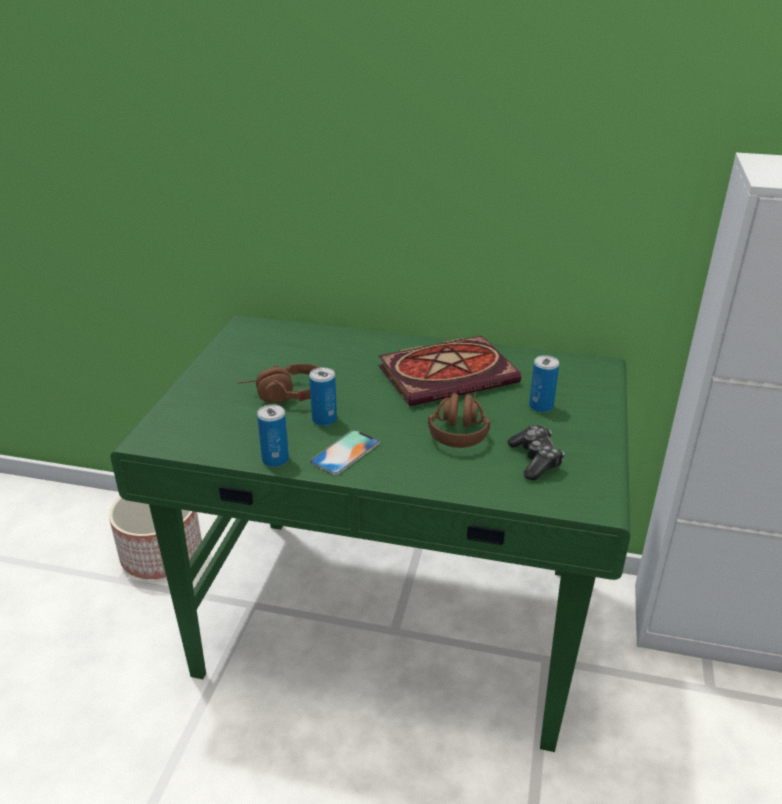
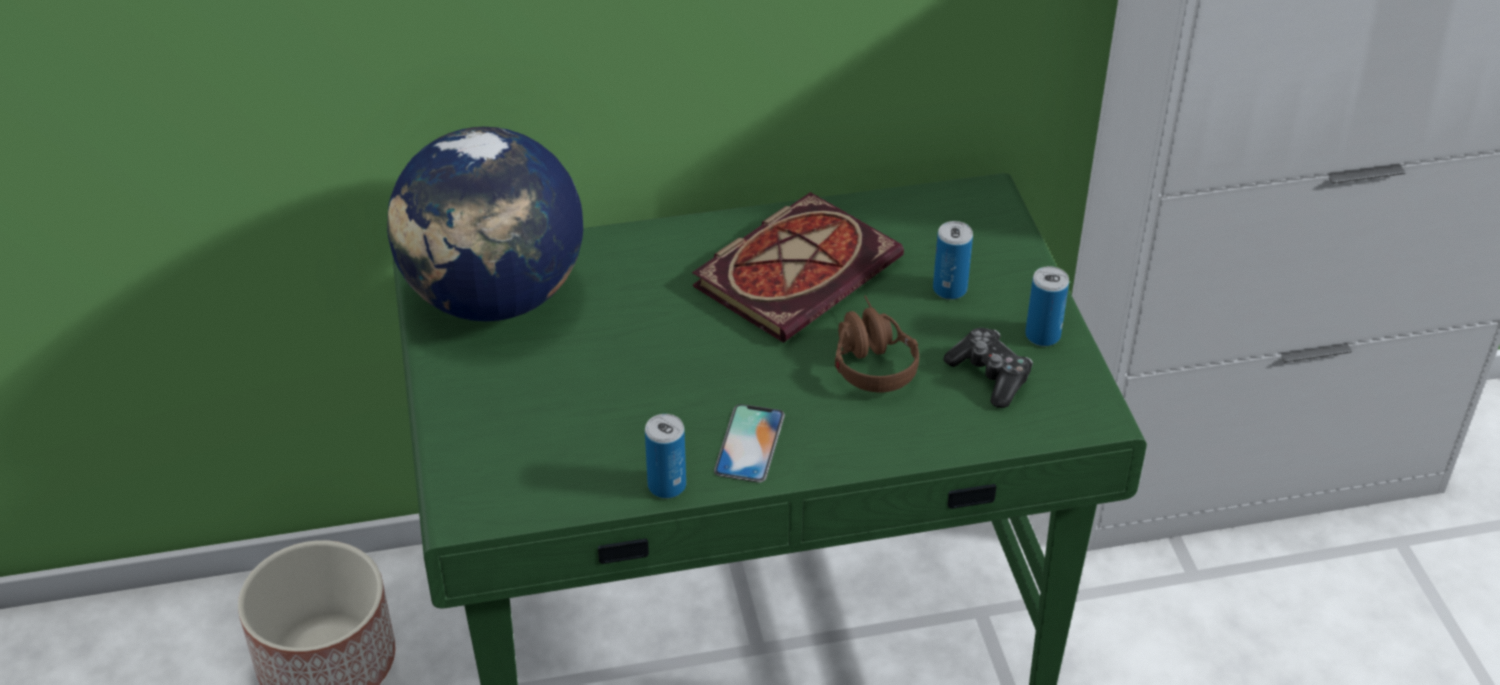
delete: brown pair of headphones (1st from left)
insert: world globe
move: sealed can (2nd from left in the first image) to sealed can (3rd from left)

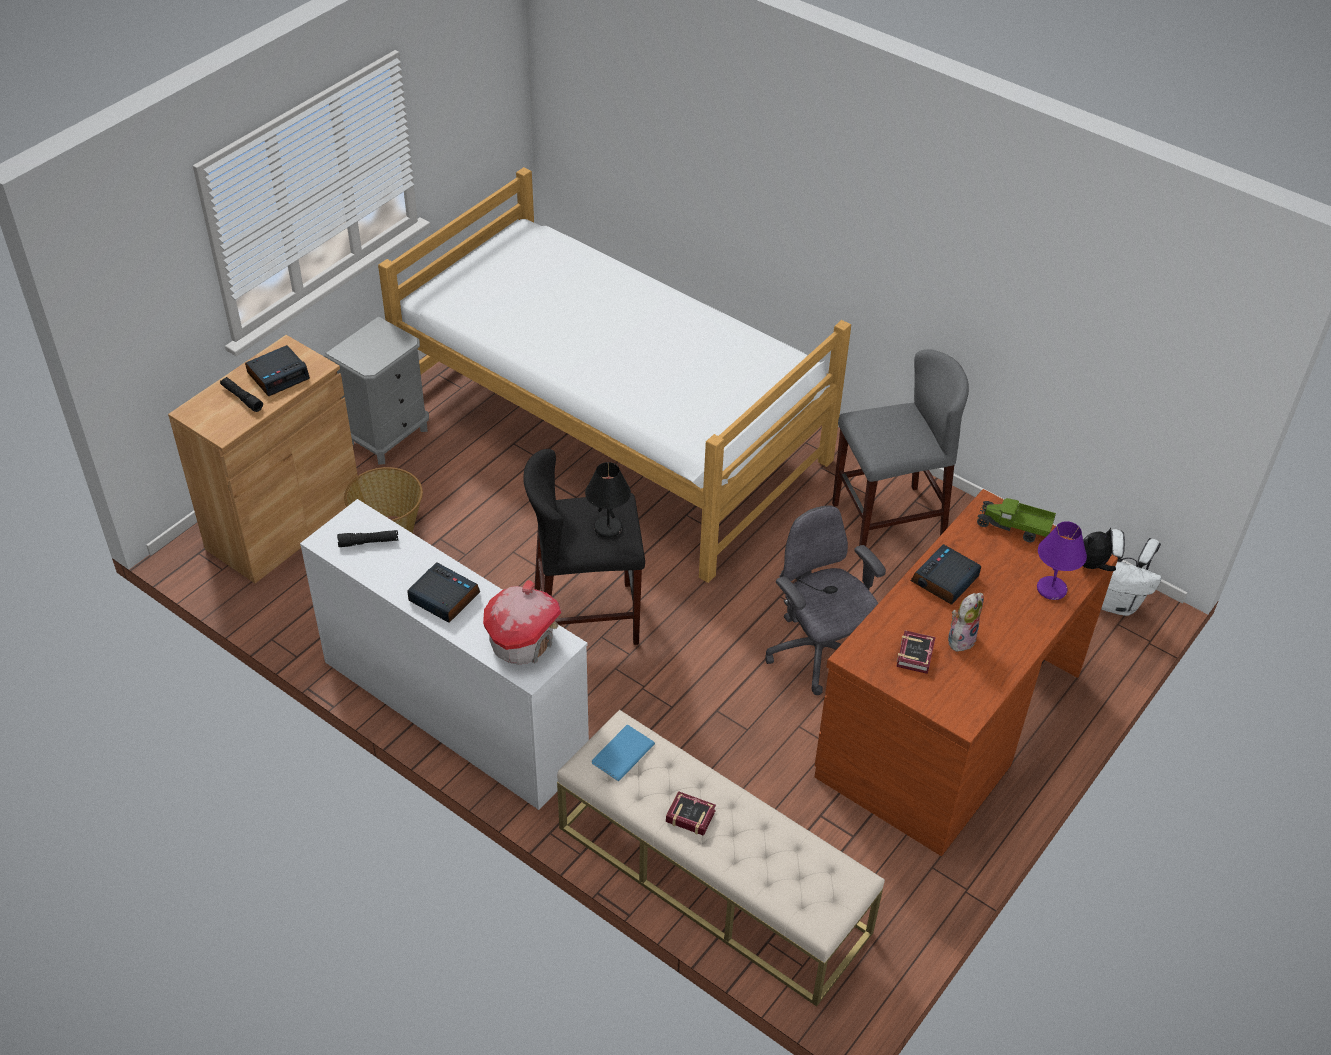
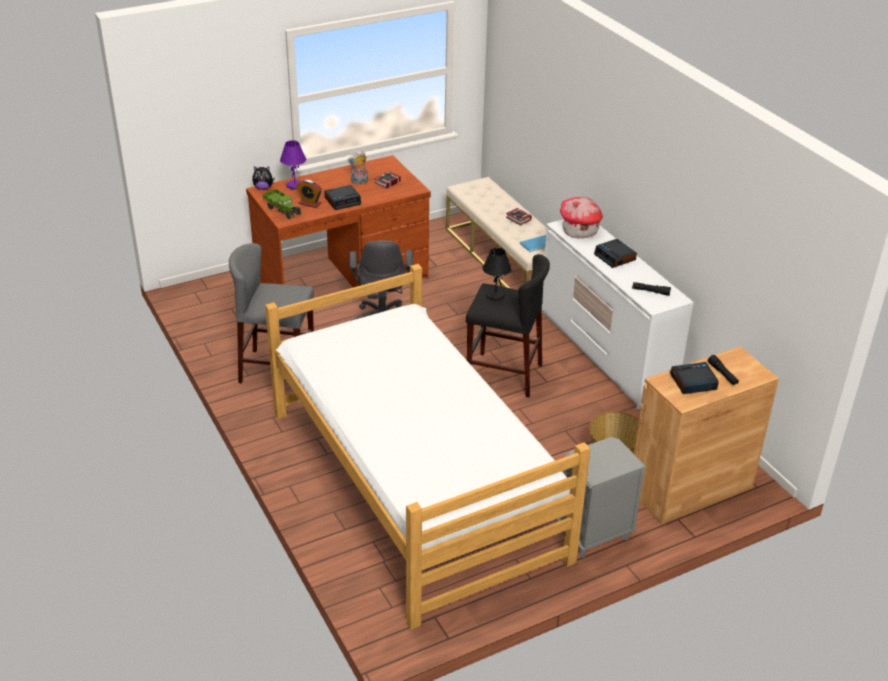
delete: whitish rucksack
insert: table clock (1st from left)

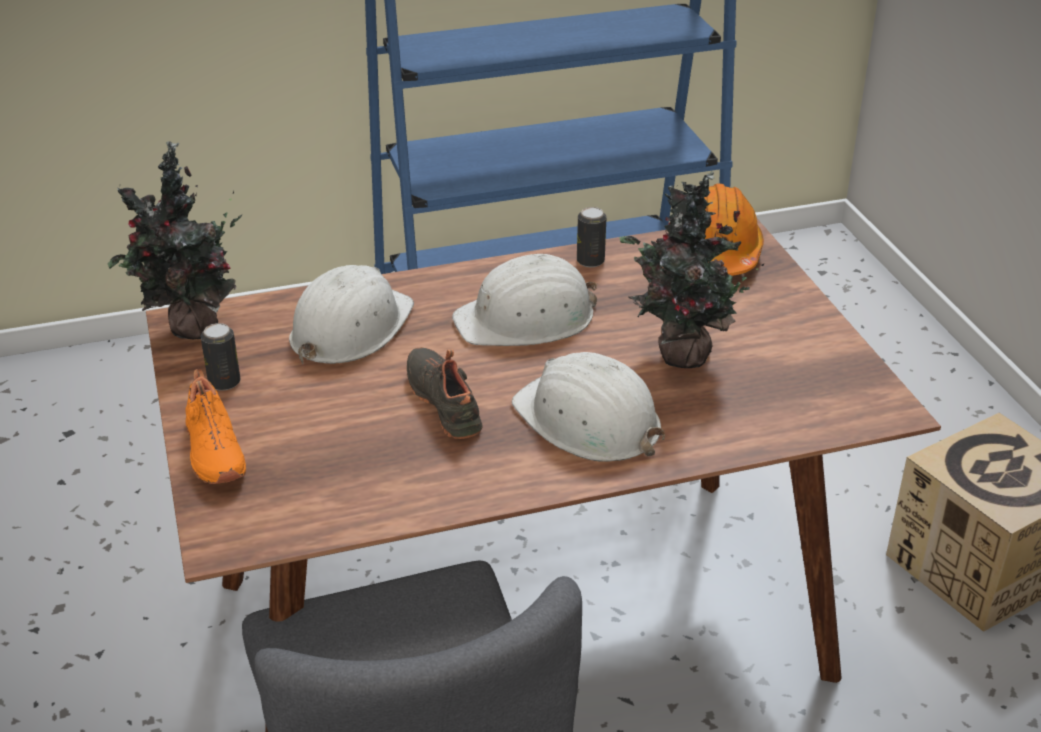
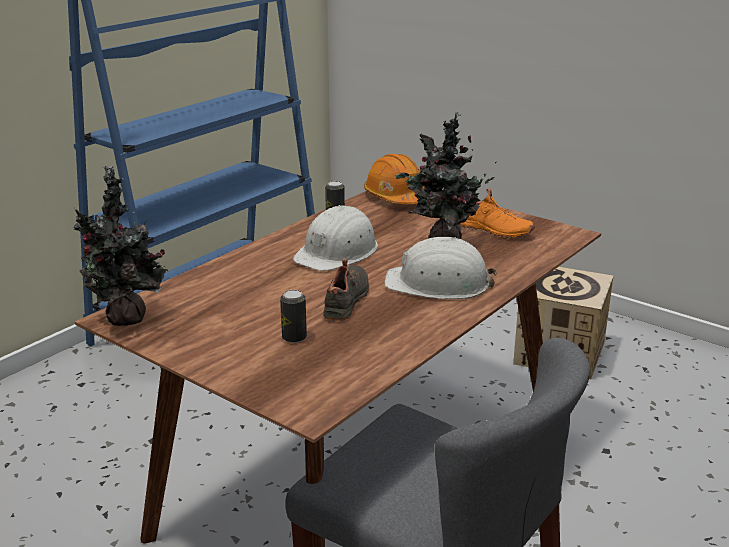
delete: whitish safety helmet (1st from left)
move: orangey item of footwear; sealed can (1st from left)
rotate: black-coloured item of footwear 75 degrees clockwise

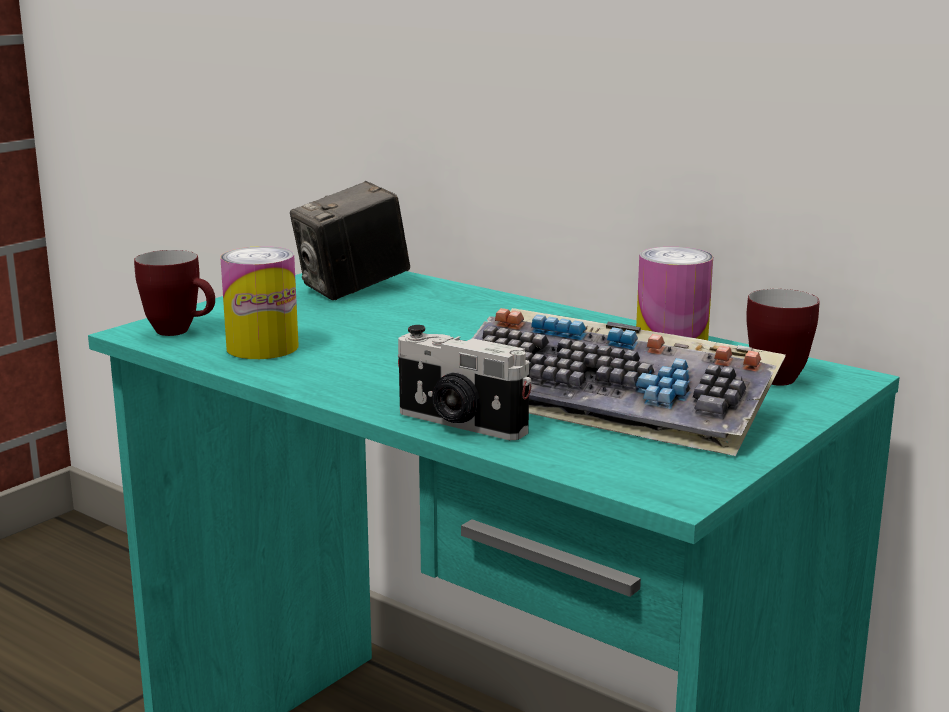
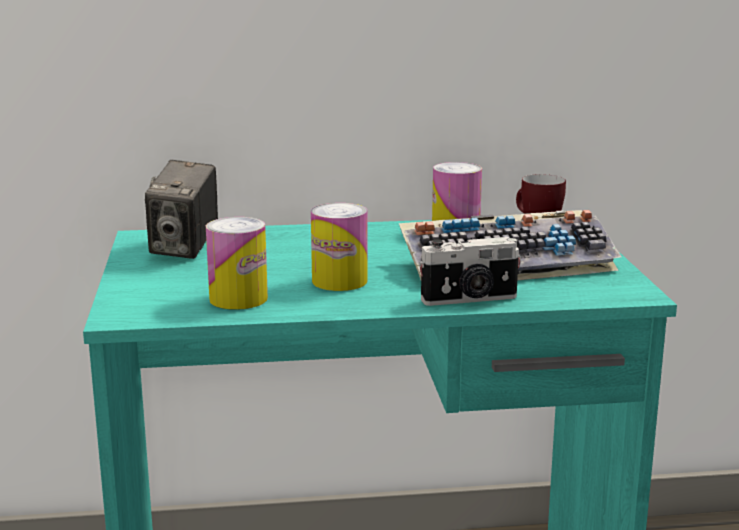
delete: mug (1st from left)
insert: sealed can (2nd from left)

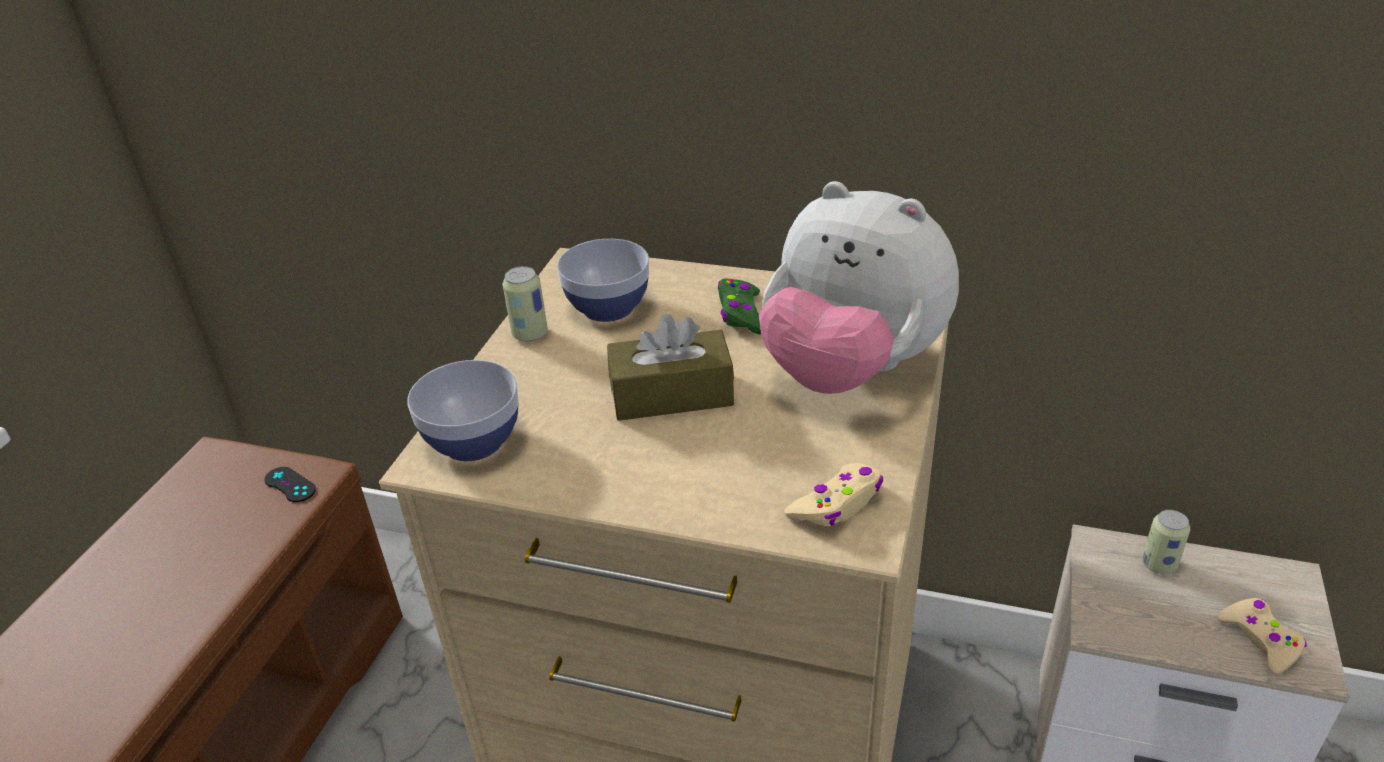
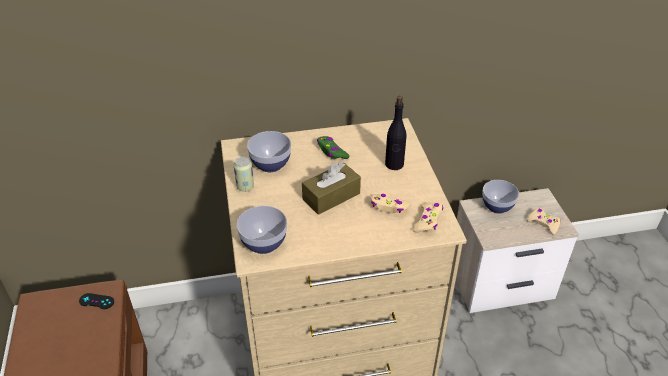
insert: sand-coloured game controller (1st from left)
replace: cuddly toy to black-coloured bottle; sealed can (2nd from left) to deep dish (3rd from left)

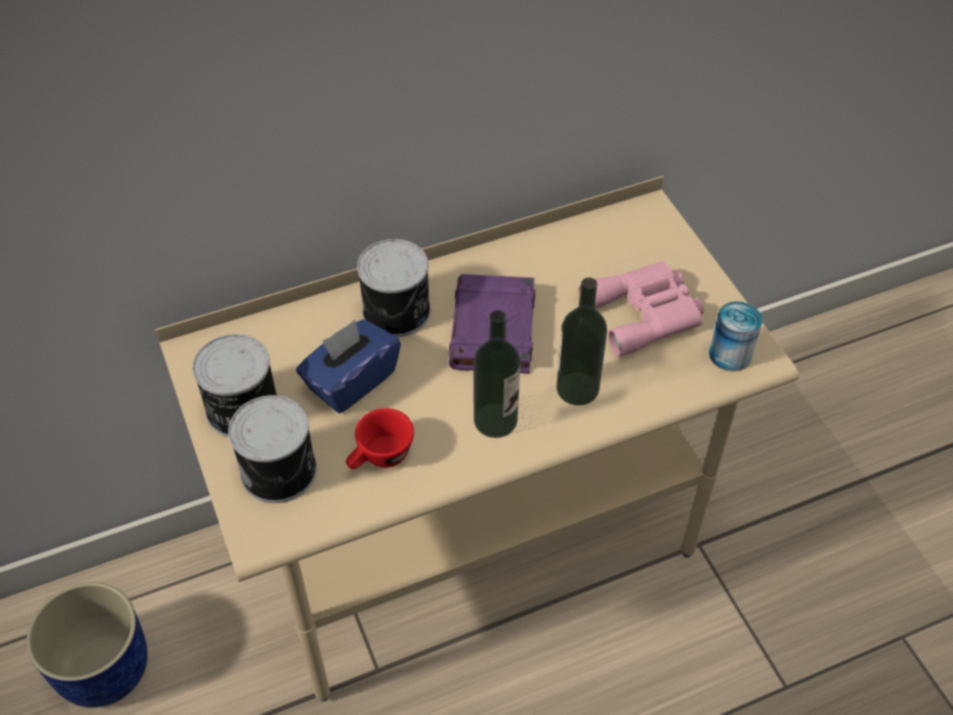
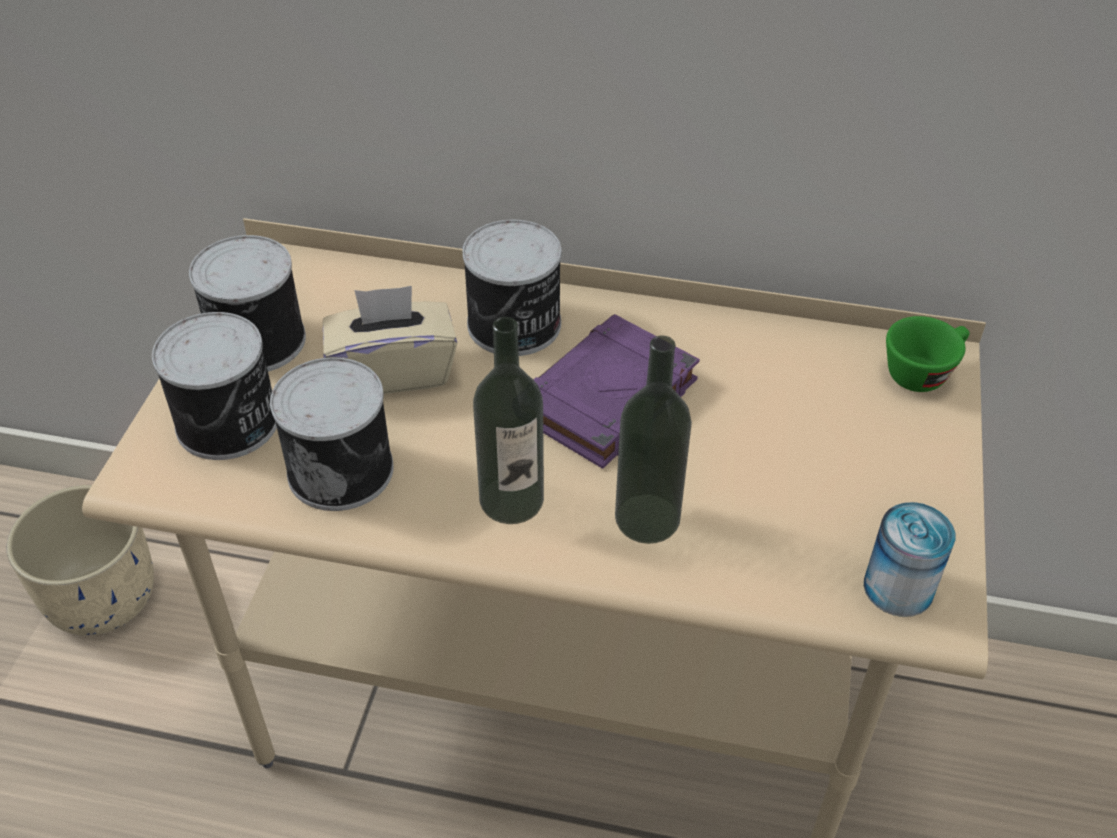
delete: pink-coloured field glasses
insert: greenish small cup
replace: red-coloured small cup to sealed can (3rd from left)
recolor: blue-coloured plant pot to sand-coloured plant pot; blue-coloured tissue holder to sand-coloured tissue holder

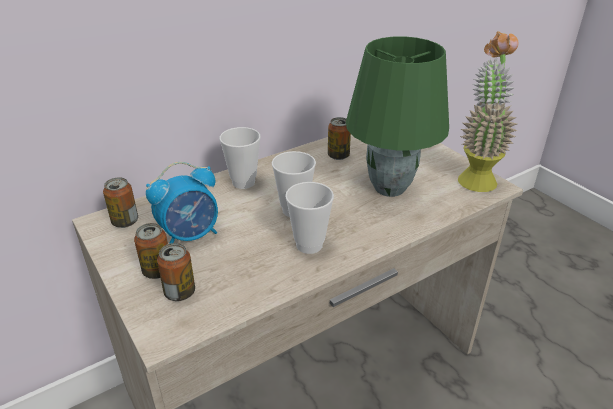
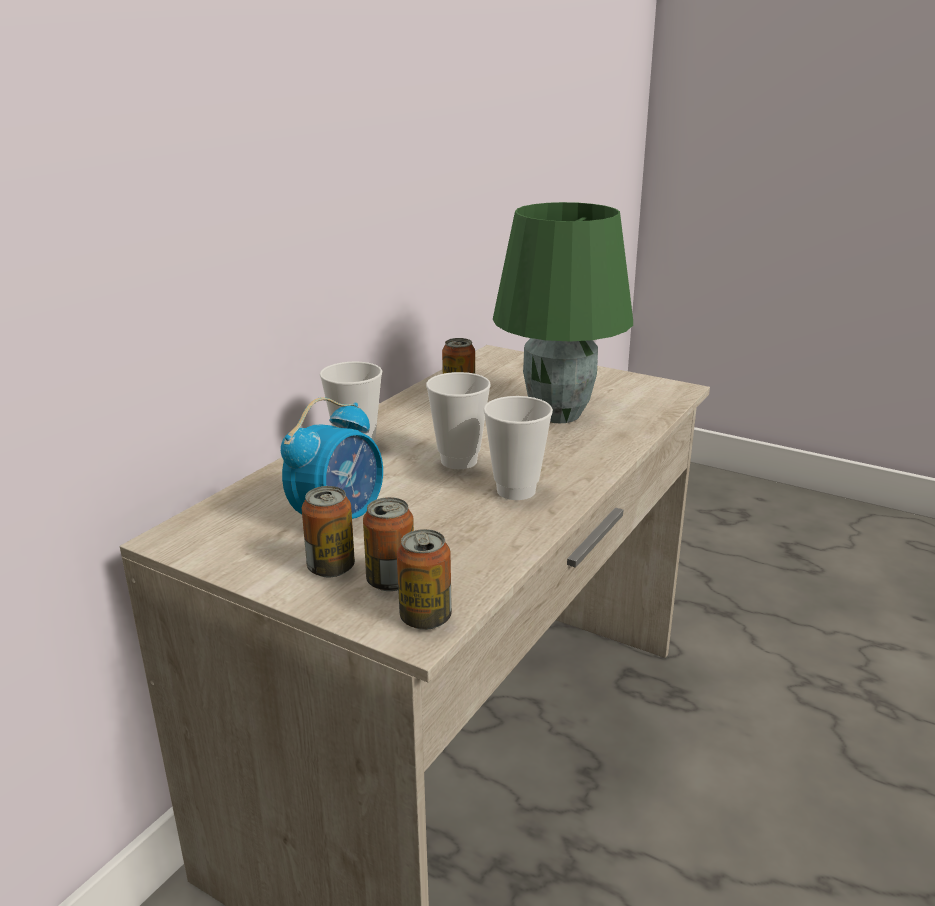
delete: houseplant
move: sealed can (1st from left in the first image) to sealed can (3rd from left)

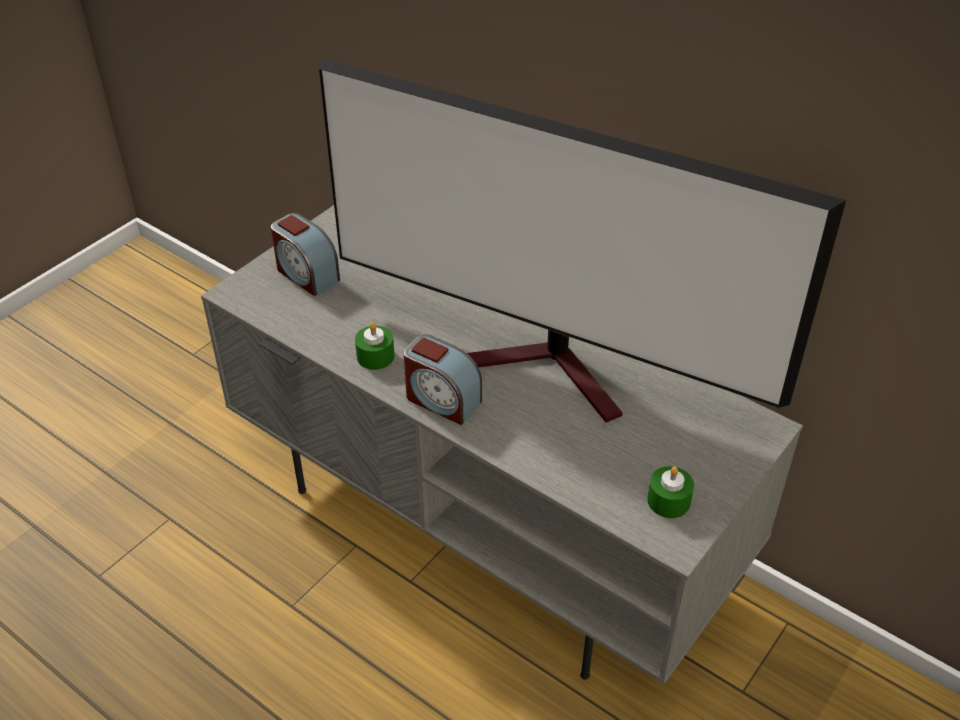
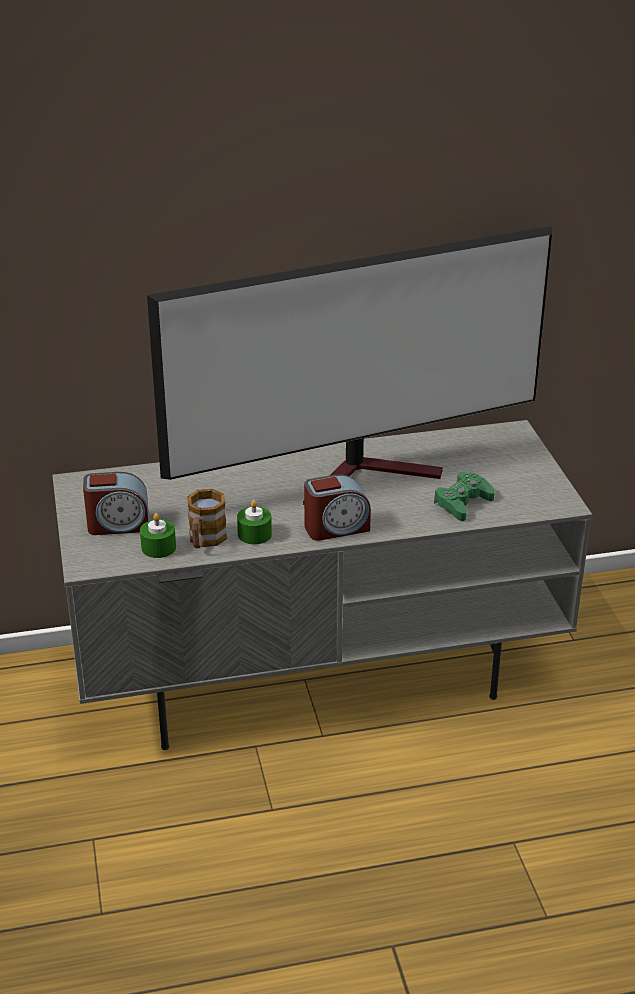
insert: mug; greenish game controller
move: greenish wax light (2nd from left in the first image) to greenish wax light (1st from left)

